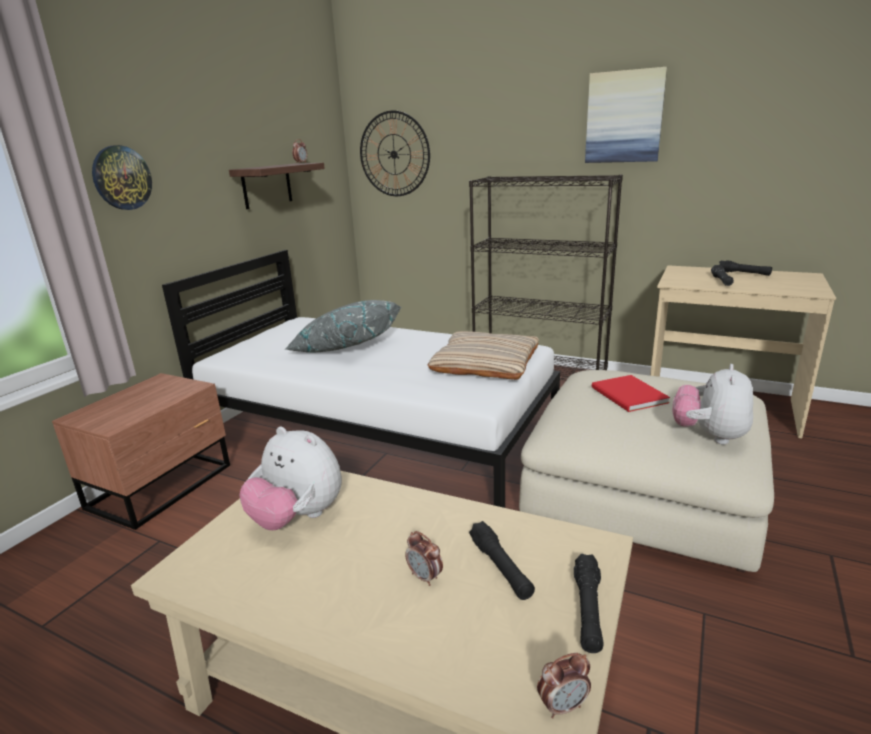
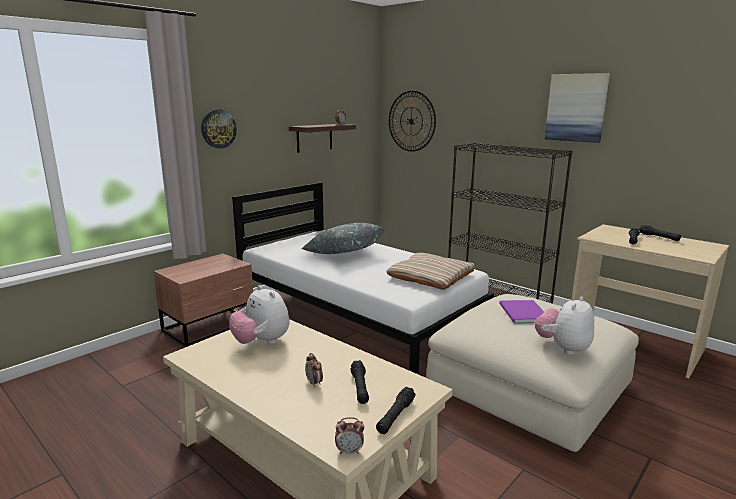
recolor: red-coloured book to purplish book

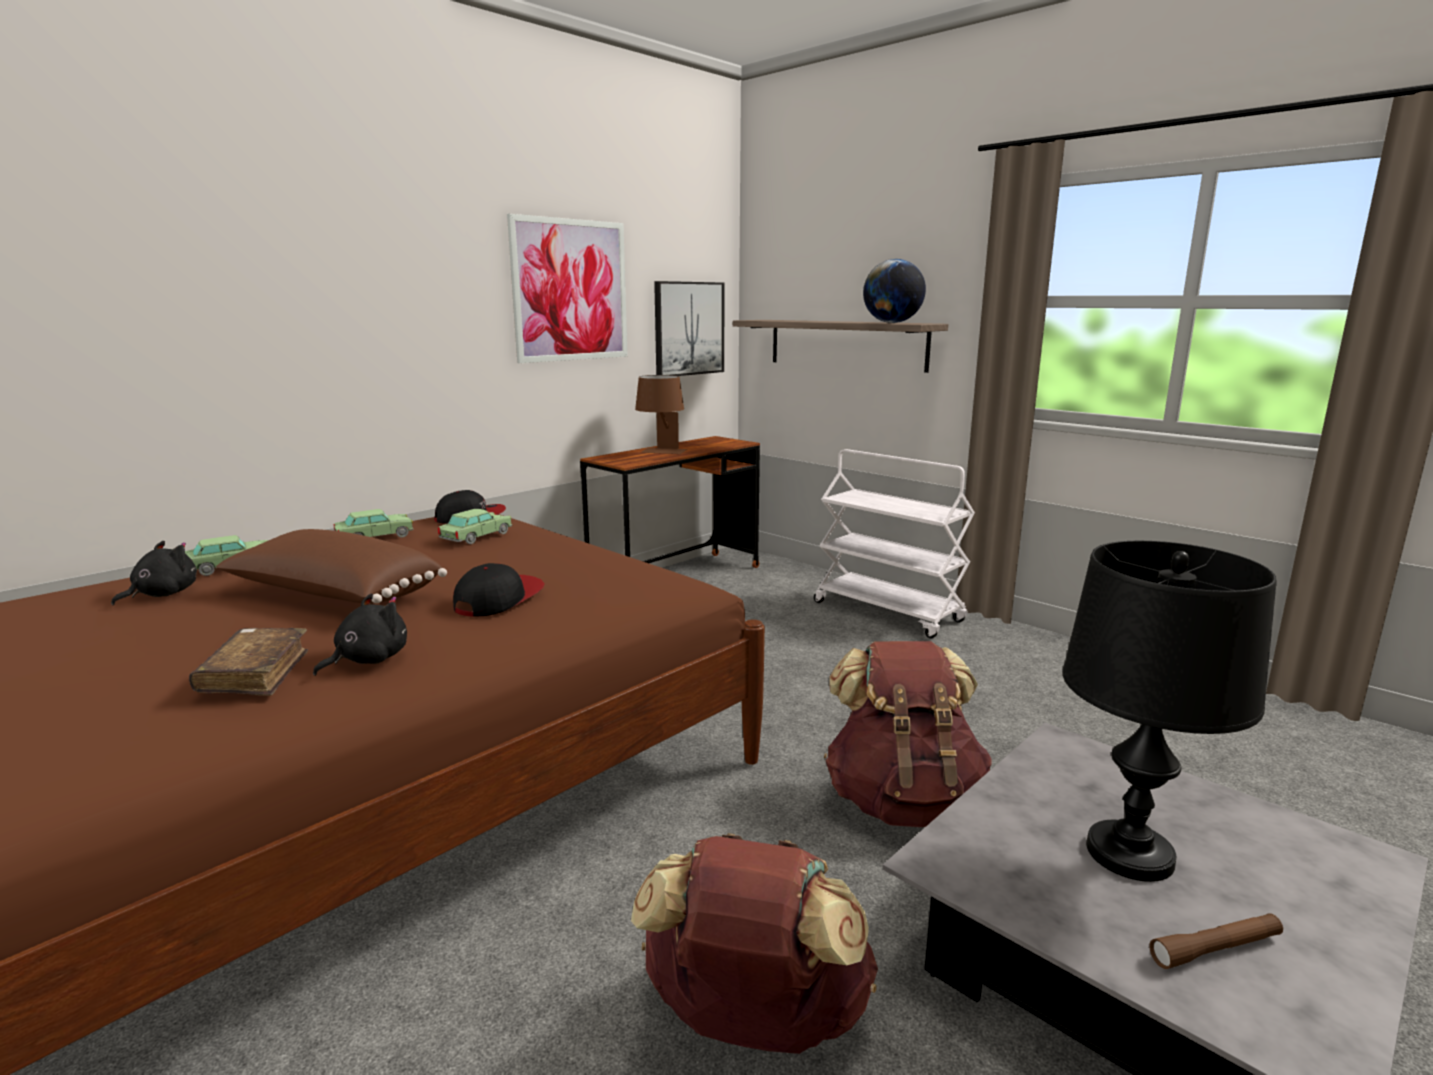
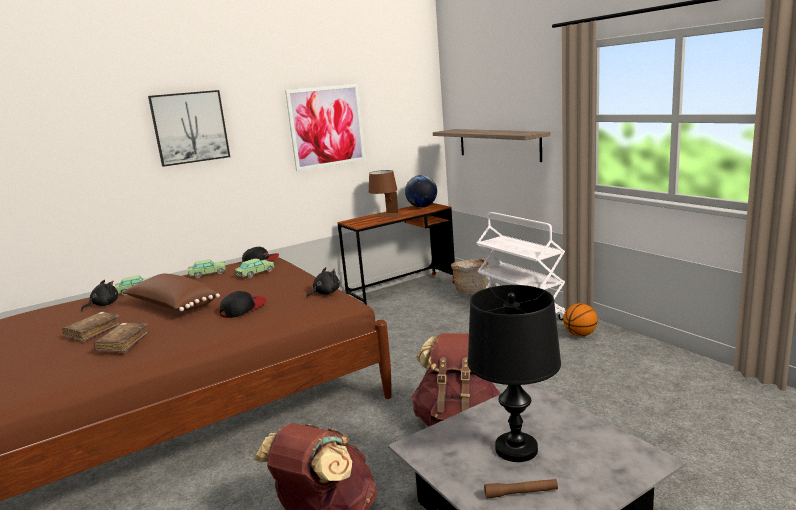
insert: brown book (1st from left); storage basket; basketball ball
move: black-coloured cuddly toy (2nd from left); wall art (2nd from left in the first image) to wall art (1st from left); world globe

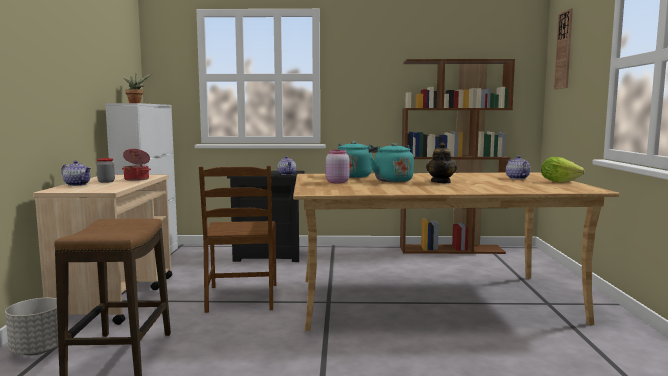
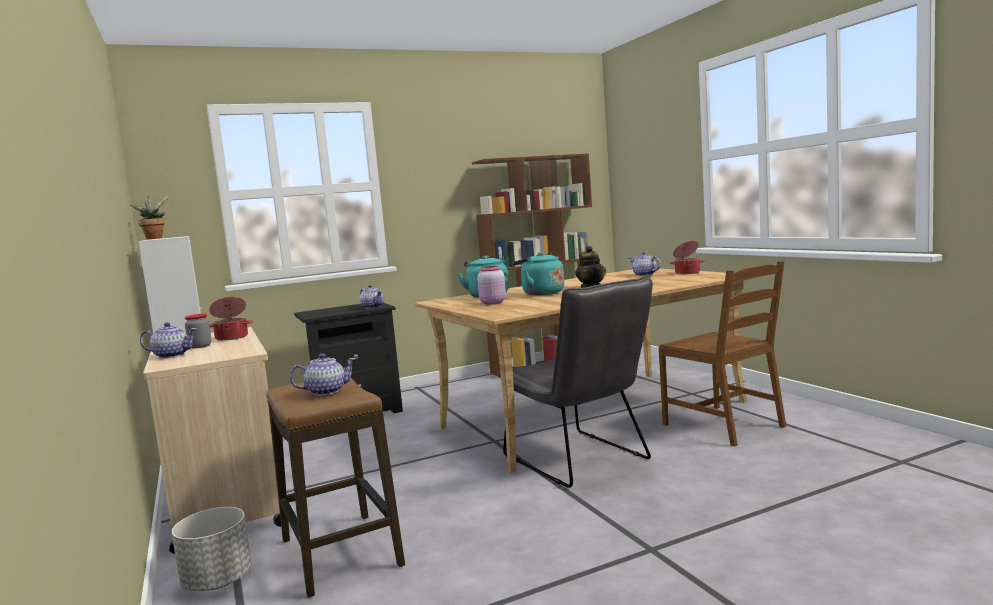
delete: clock on the wall
insert: teapot (2nd from left); gray plain chair
move: brown plain chair
replace: lettuce head to cooking pot (2nd from left)

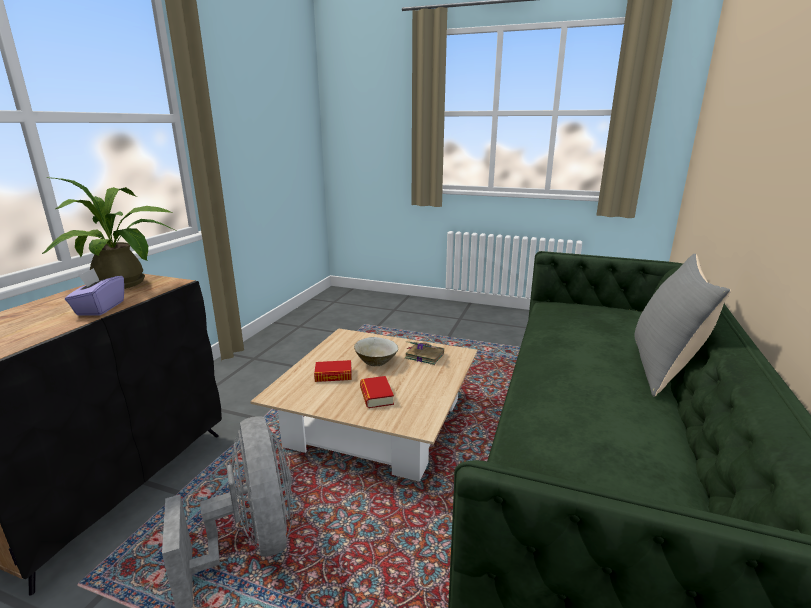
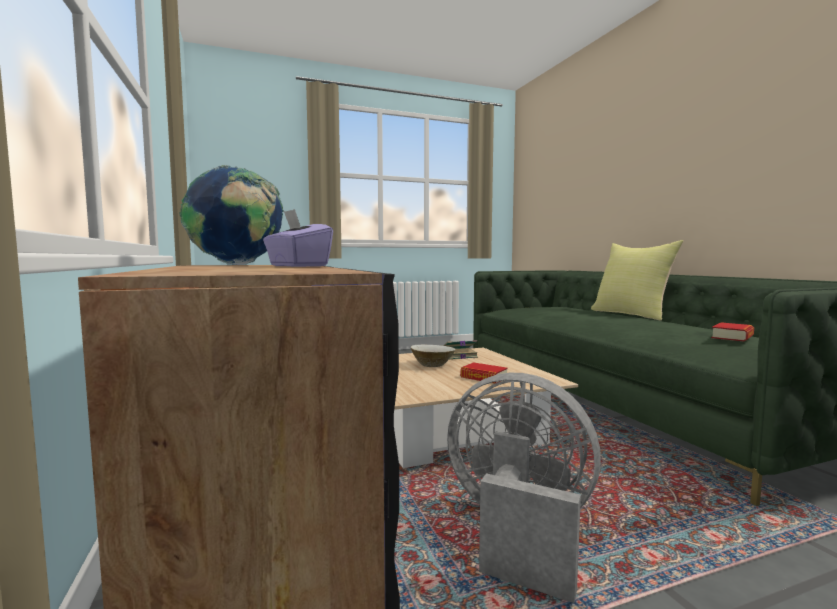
move: book (1st from left in the first image) to book (3rd from left)
replace: houseplant to world globe
recolor: gray cushion to yellowish cushion

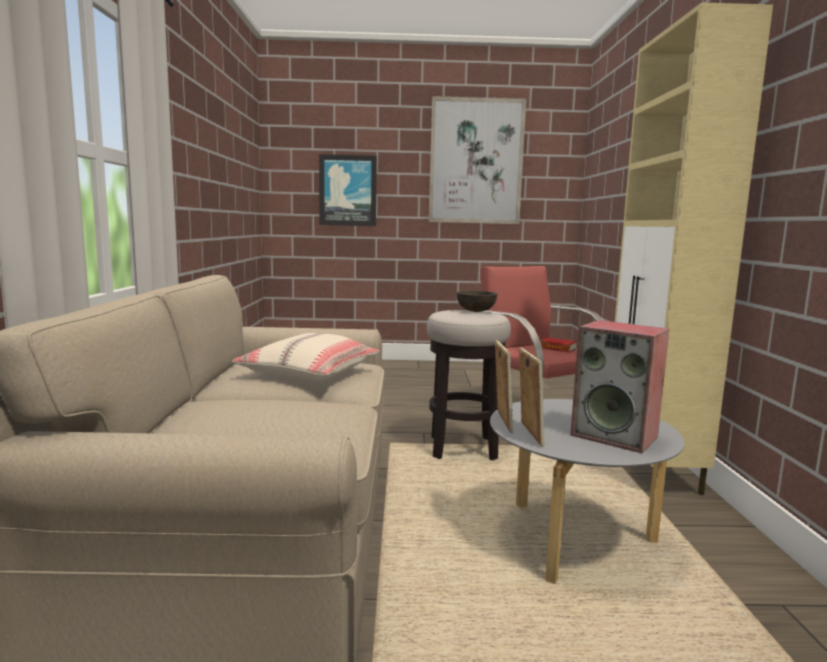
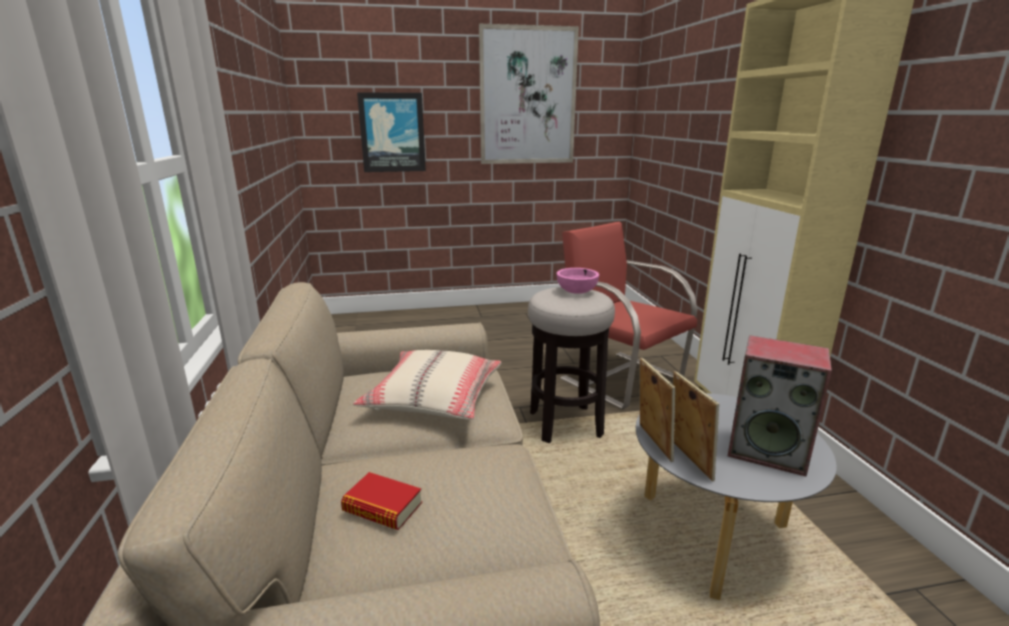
move: book
recolor: brown deep dish to pink-coloured deep dish

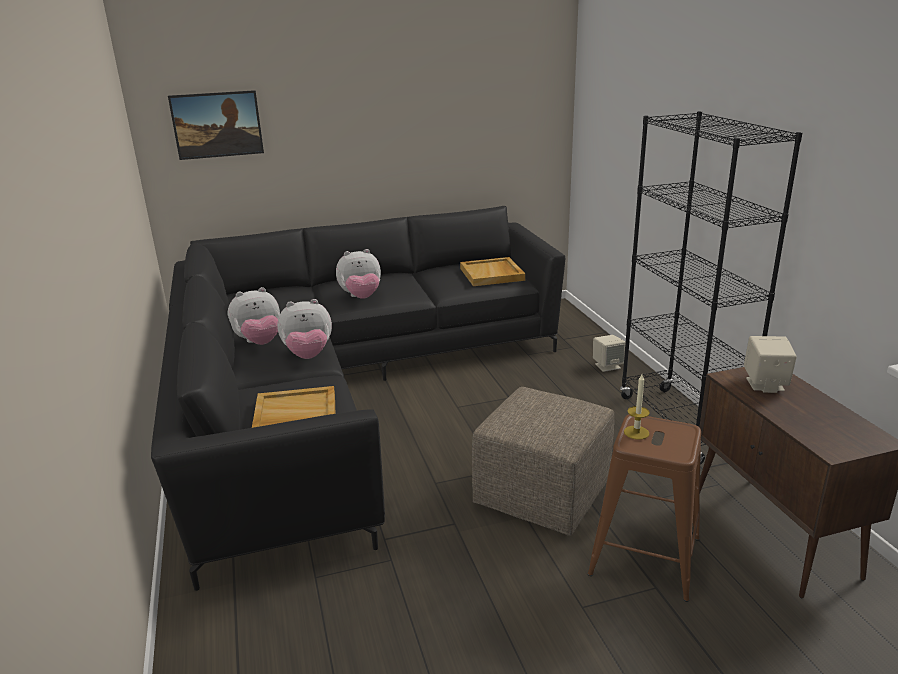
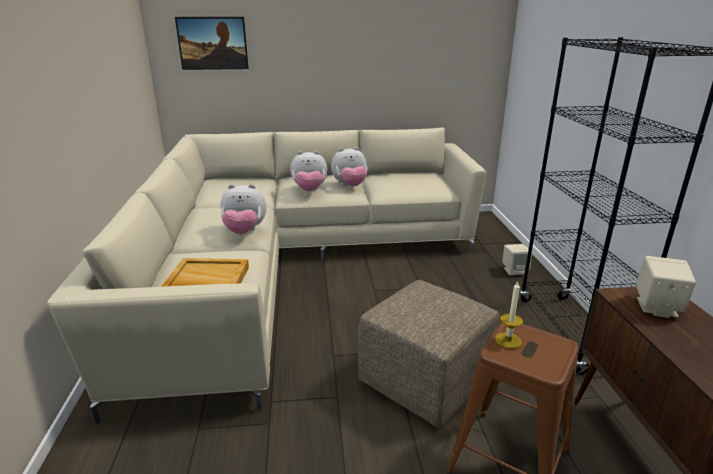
delete: sand-coloured tray (2nd from left)
move: cuddly toy (1st from left in the first image) to cuddly toy (3rd from left)
recolor: black-coloured couch to sand-coloured couch

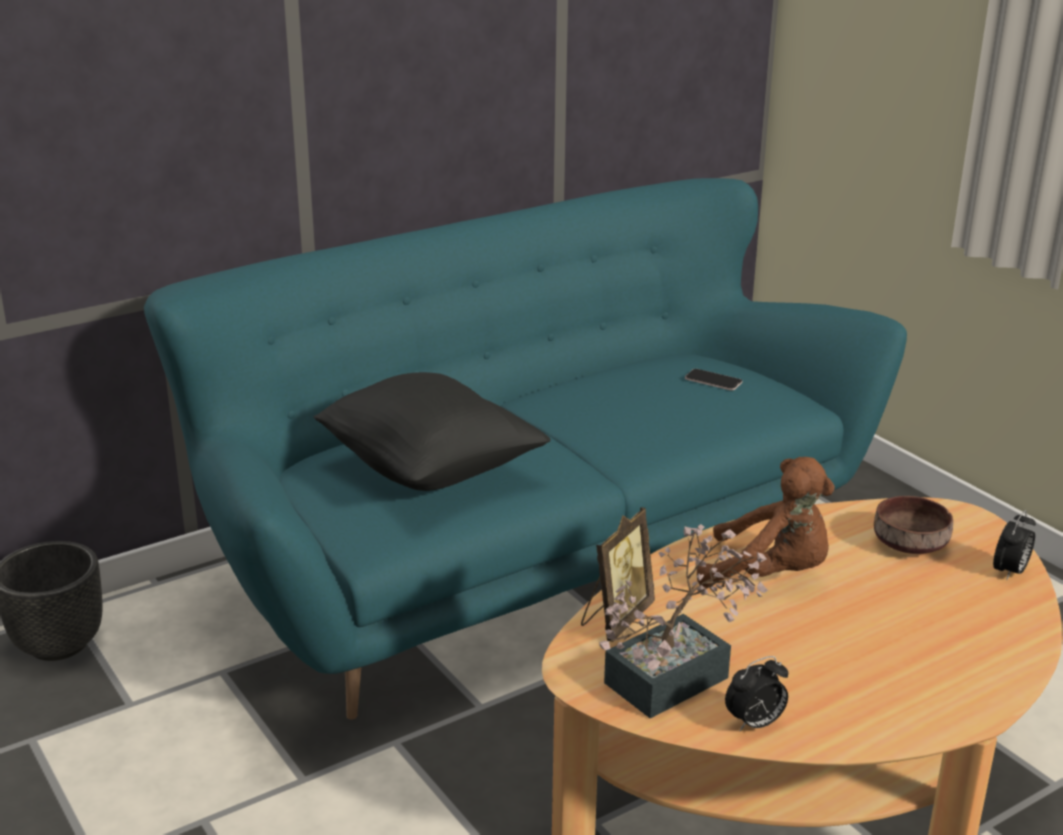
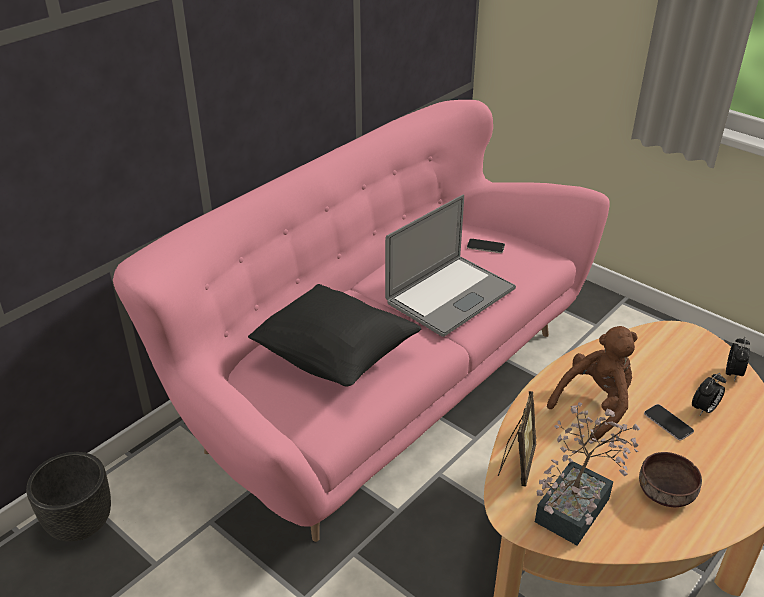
insert: portable computer; handset (2nd from left)
move: table clock (1st from left); brown deep dish
recolor: turquoise-coloured couch to pink-coloured couch
rotate: brown cuddly toy 45 degrees counterclockwise

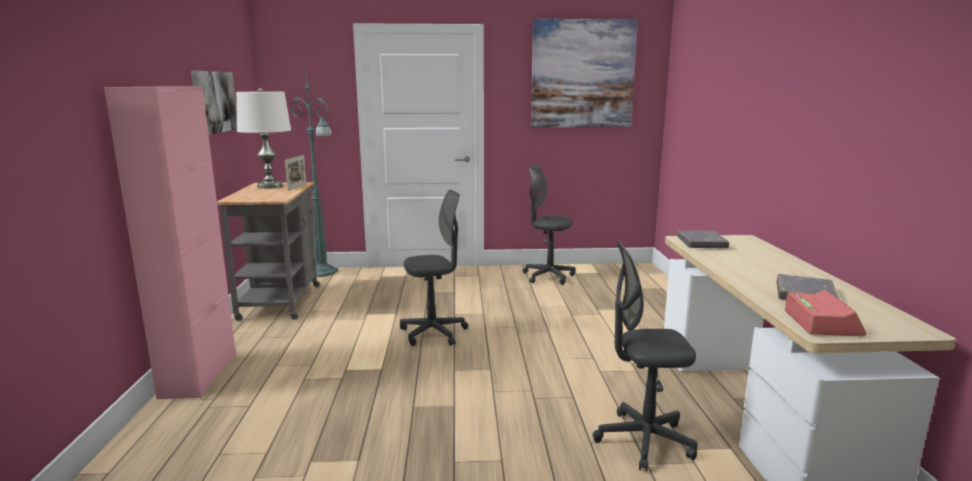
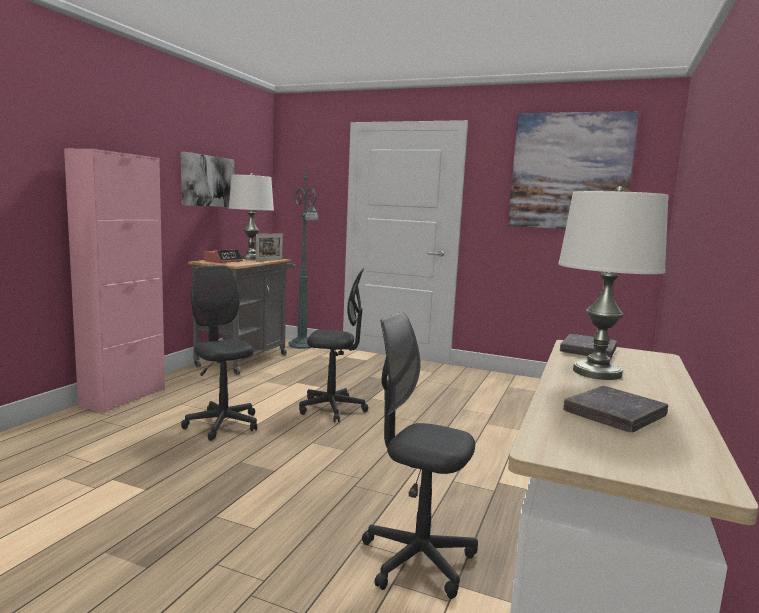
insert: whitish table lamp (2nd from left)
move: gray office chair (2nd from left in the first image) to gray office chair (1st from left); table clock

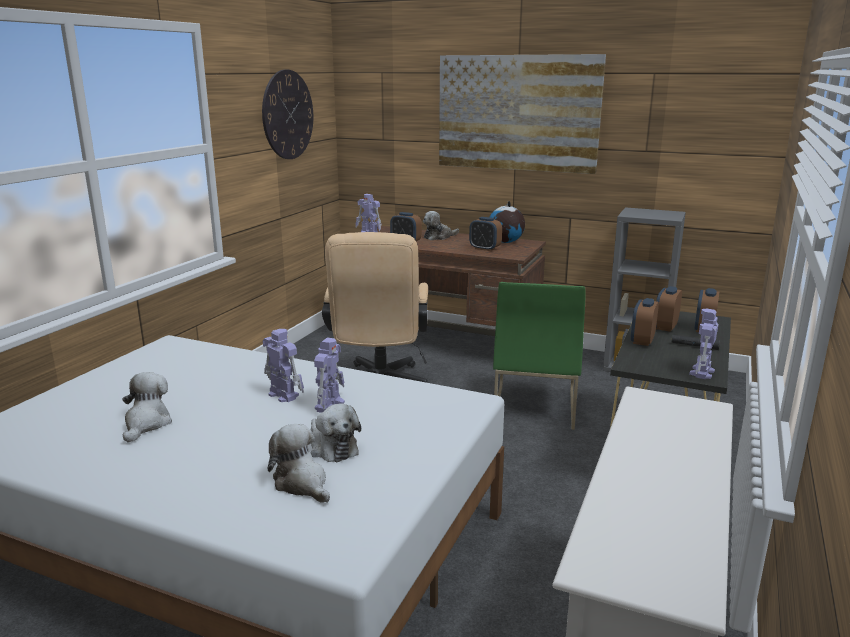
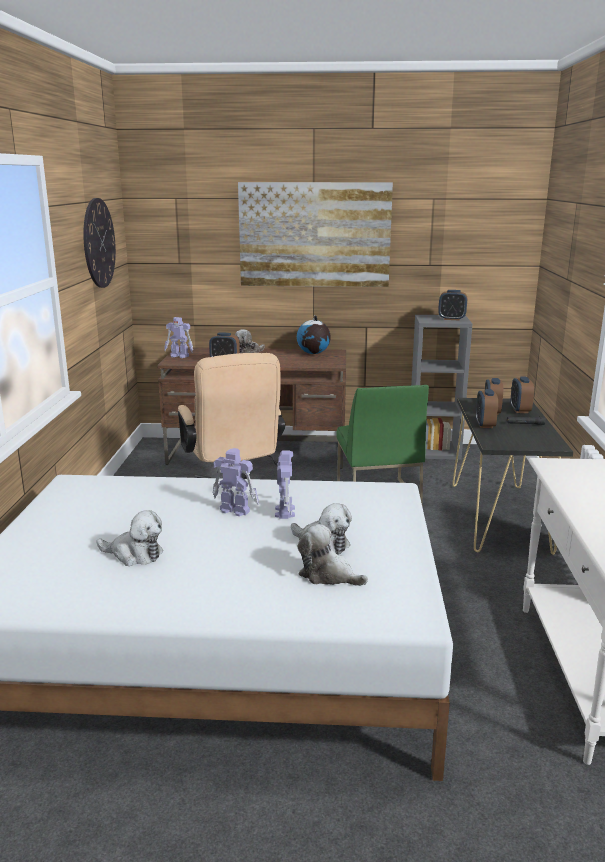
delete: robot figure (4th from left)
move: table clock (2nd from left)
rotate: cuddly toy (1st from left) 120 degrees clockwise

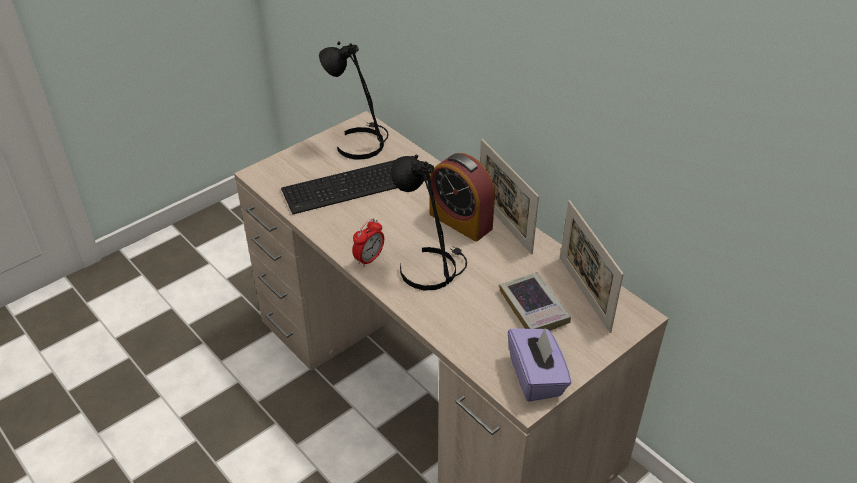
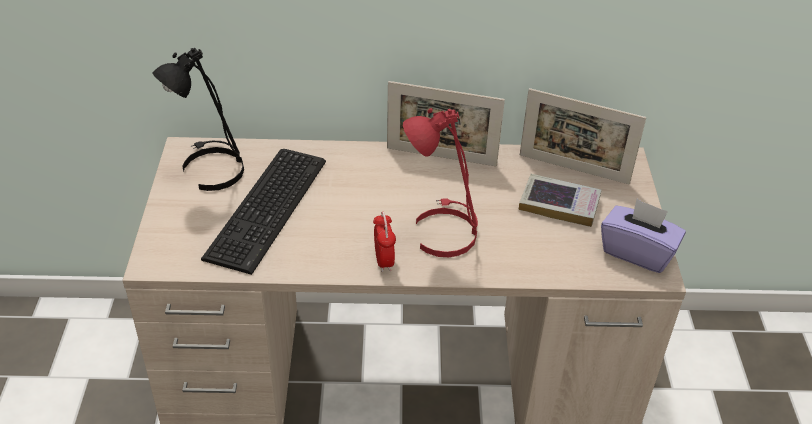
delete: table clock (2nd from left)
recolor: black-coloured table lamp (2nd from left) to red-coloured table lamp

